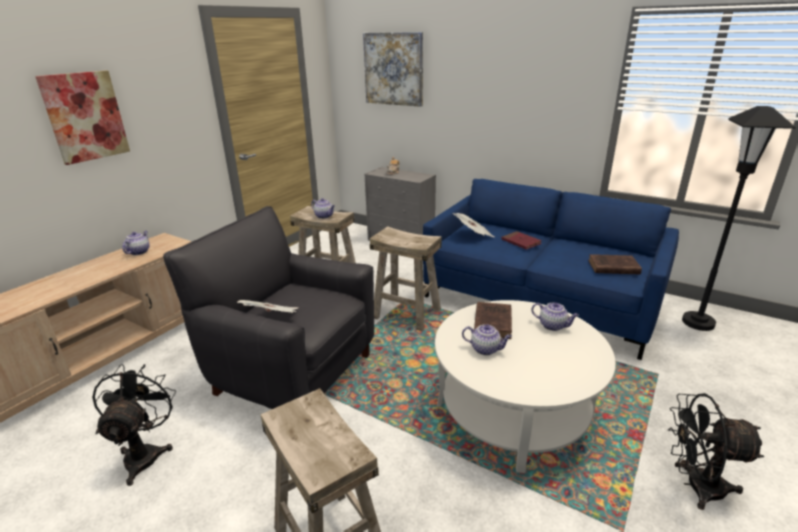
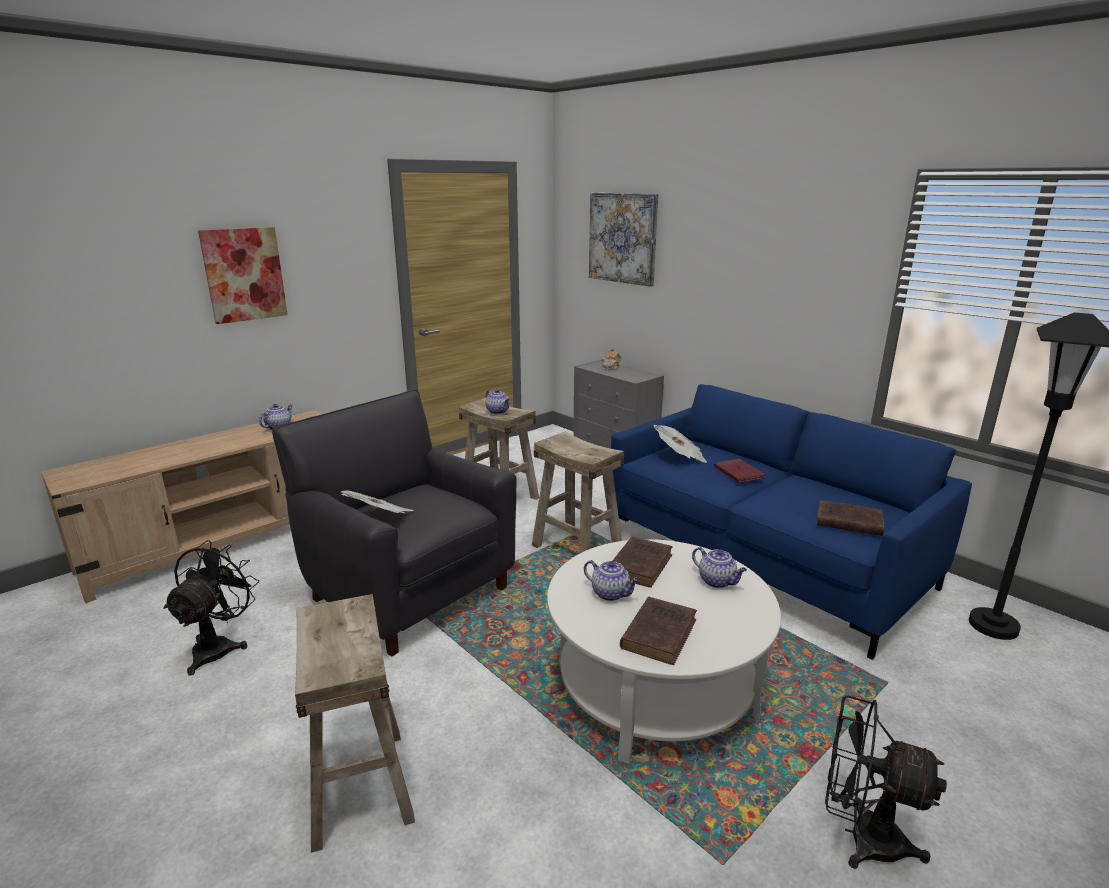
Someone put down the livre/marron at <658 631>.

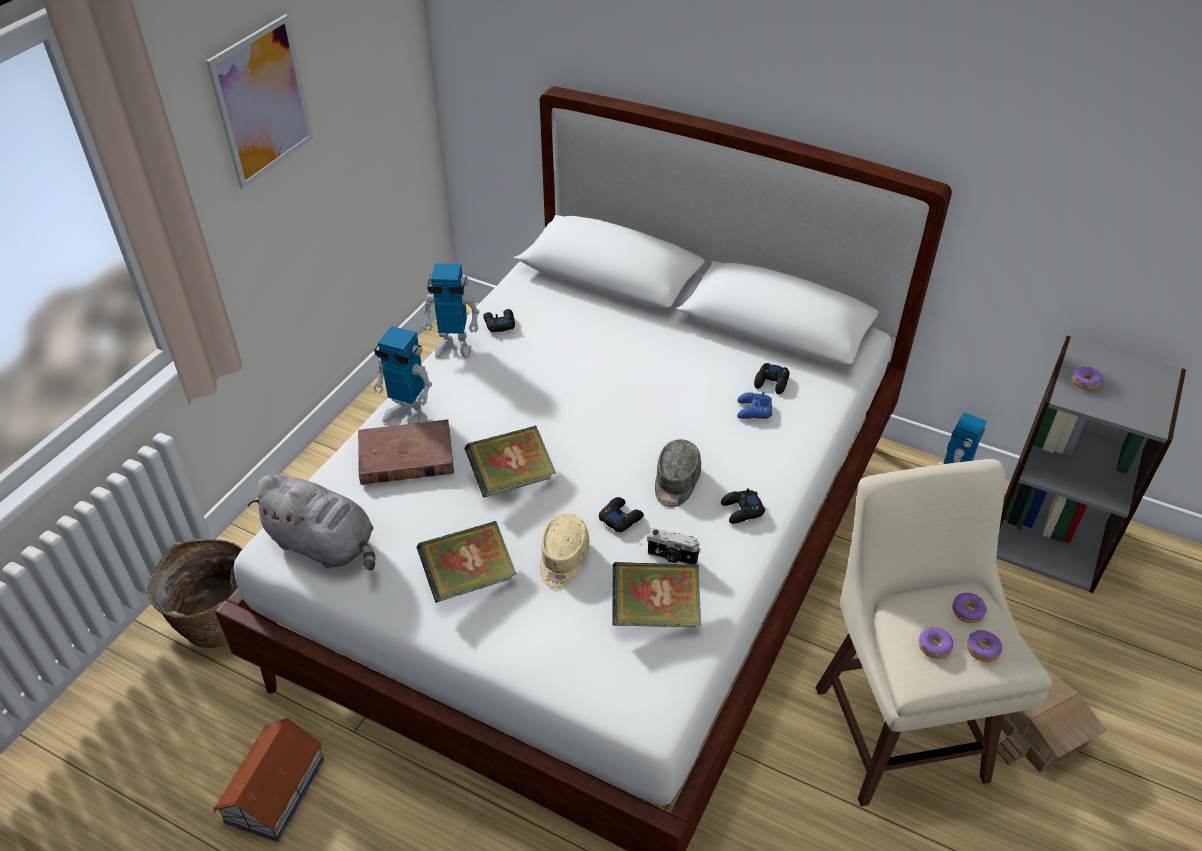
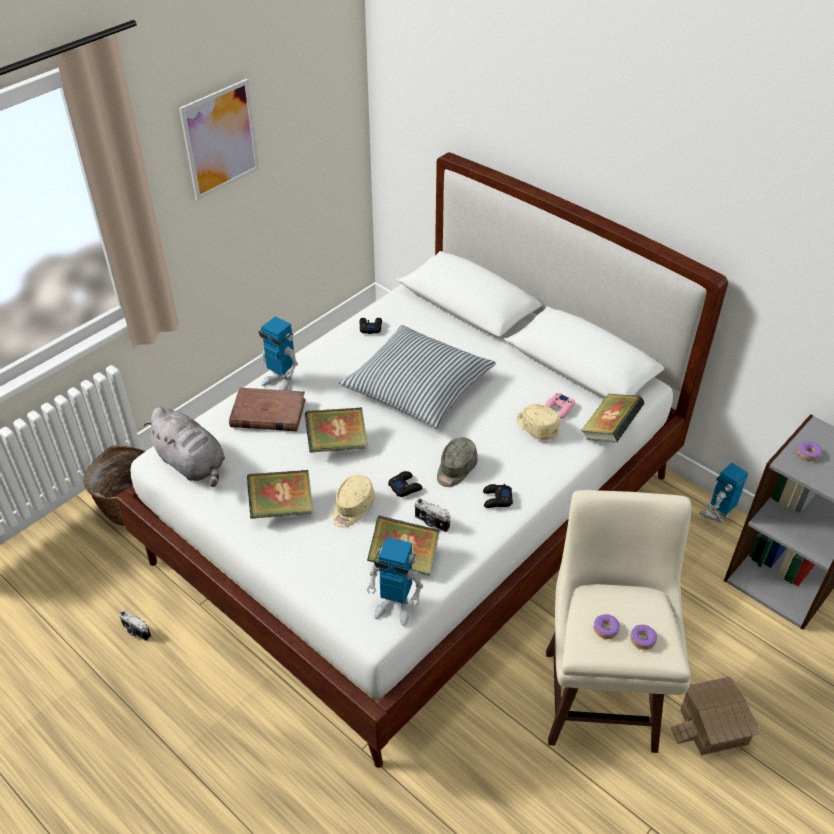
Someone swapped the maison miniature at <268 780> for the appareil photo at <135 625>.
Someone put down the coussin at <417 376>.
Someone carried the robot jouet from <451 311> to <395 581>.
Someone swapped the manette/bleu at <754 405> for the casquette/beige at <538 422>.
Someone repainted the manette/noir at <772 378>, which became the manette/rose at <560 406>.
Someone put down the livre at <613 418>.
Someone took away the beignet at <969 607>.

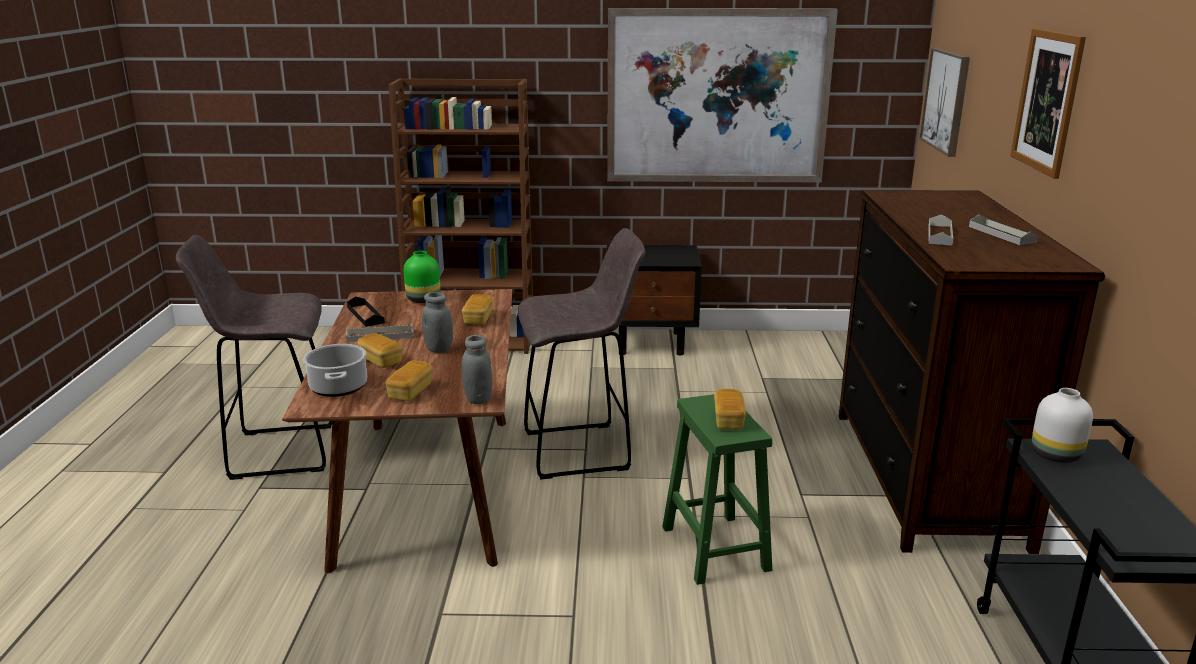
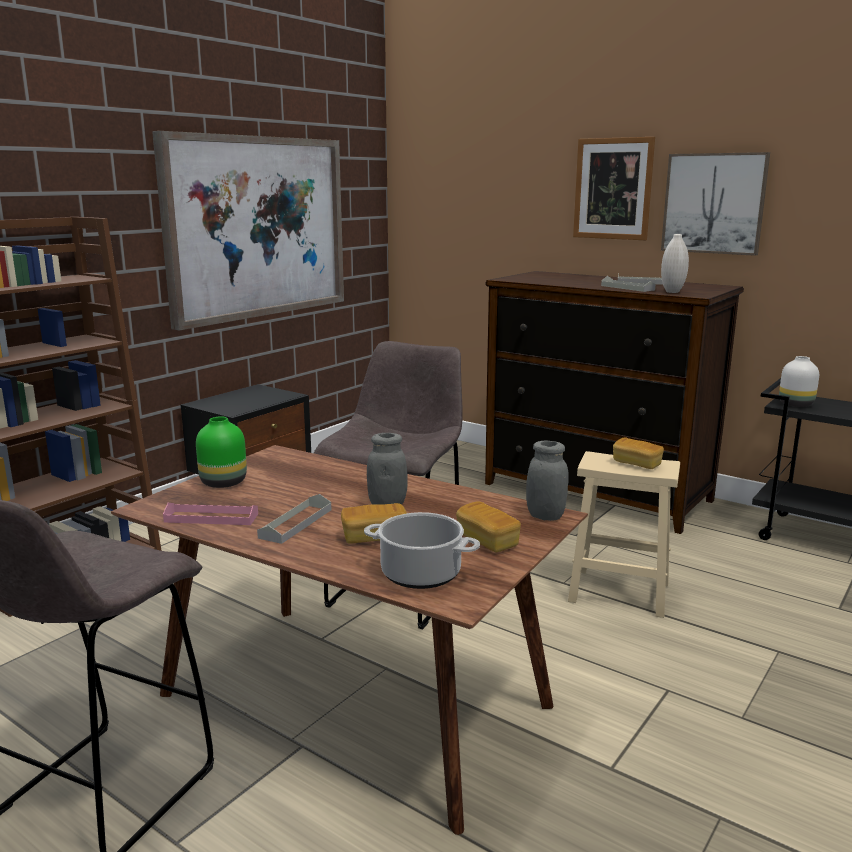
Someone repainted the plateau/noir at <366 311>, which became the plateau/rose at <210 514>.
Someone repainted the tabouret/vert at <717 489>, which became the tabouret/beige at <624 534>.
Someone carried the tableau from <944 102> to <715 204>.
Someone put down the vase/blanc at <675 263>.
Someone took away the pain at <477 309>.

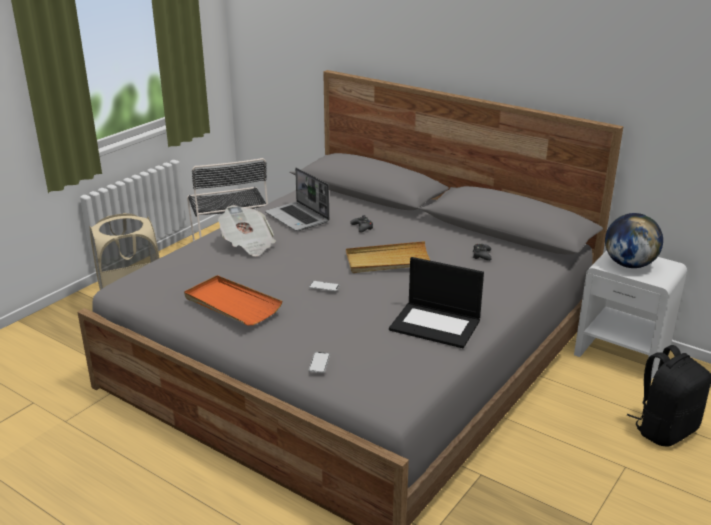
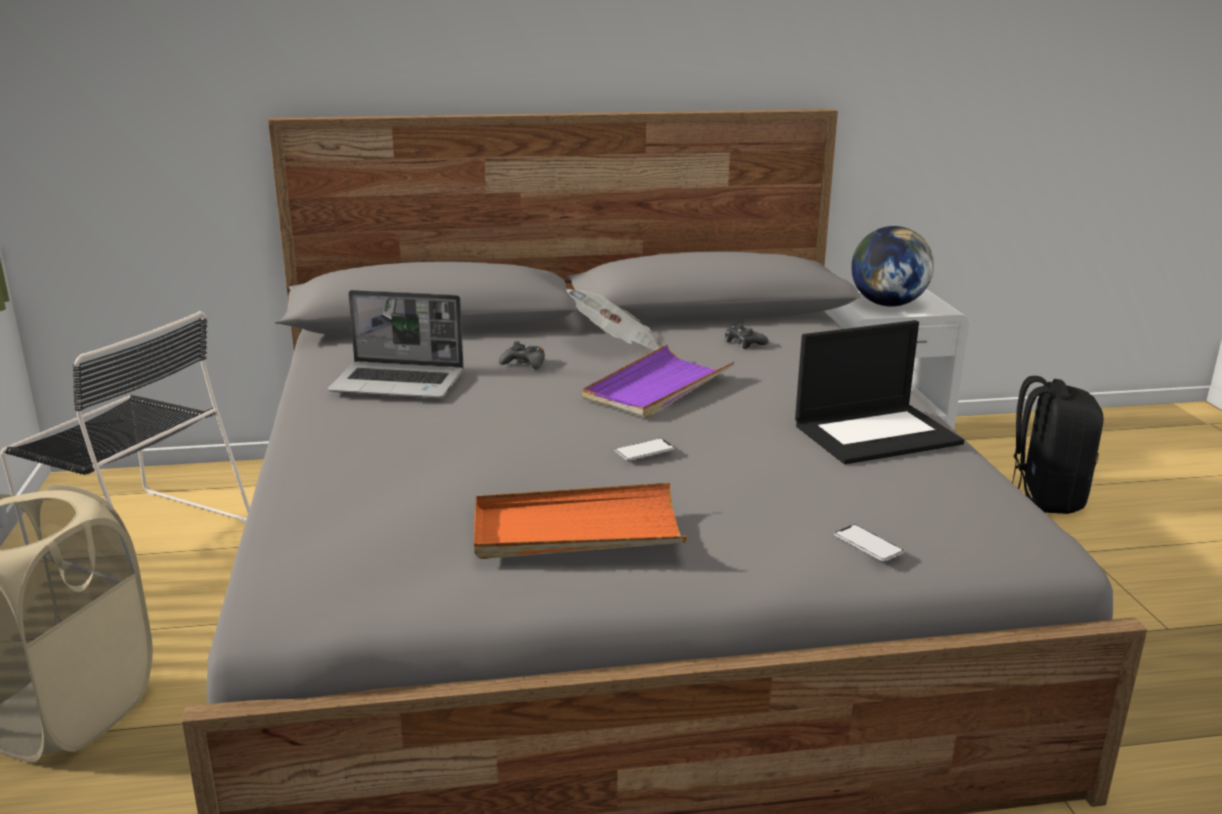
Someone carried the journal from <247 231> to <613 319>.
Someone repainted the plateau/beige at <388 257>, which became the plateau/violet at <658 381>.

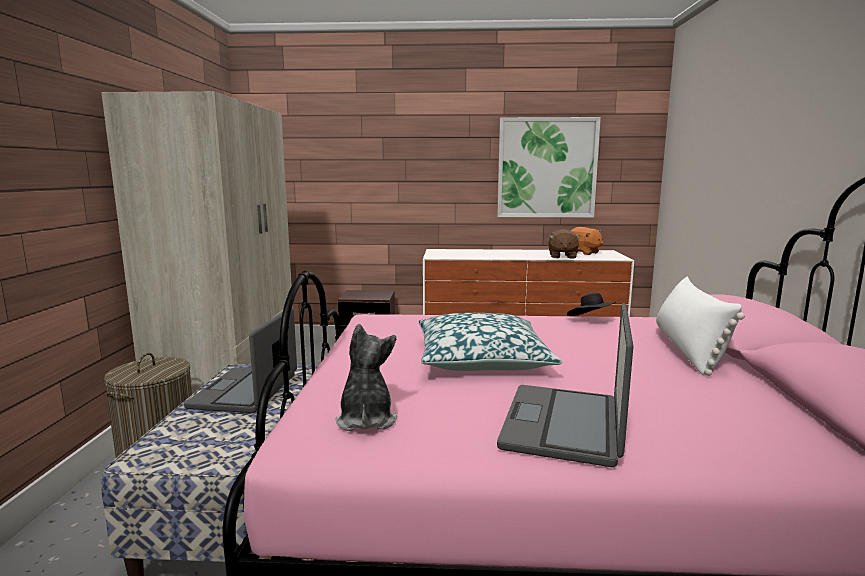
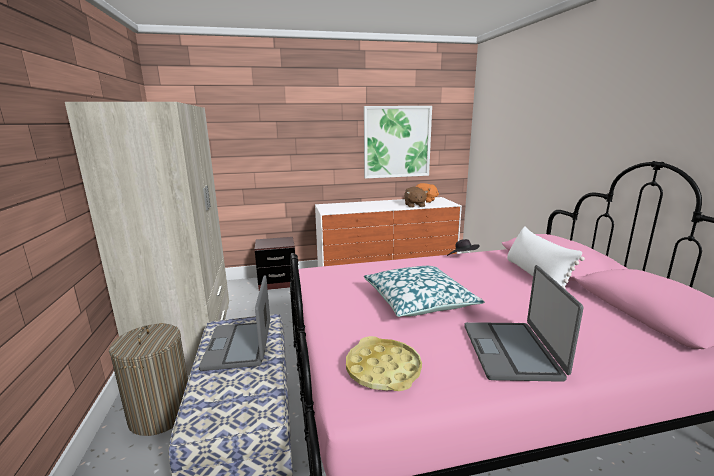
Someone swapped the peluche at <366 377> for the plateau/jaune at <384 363>.

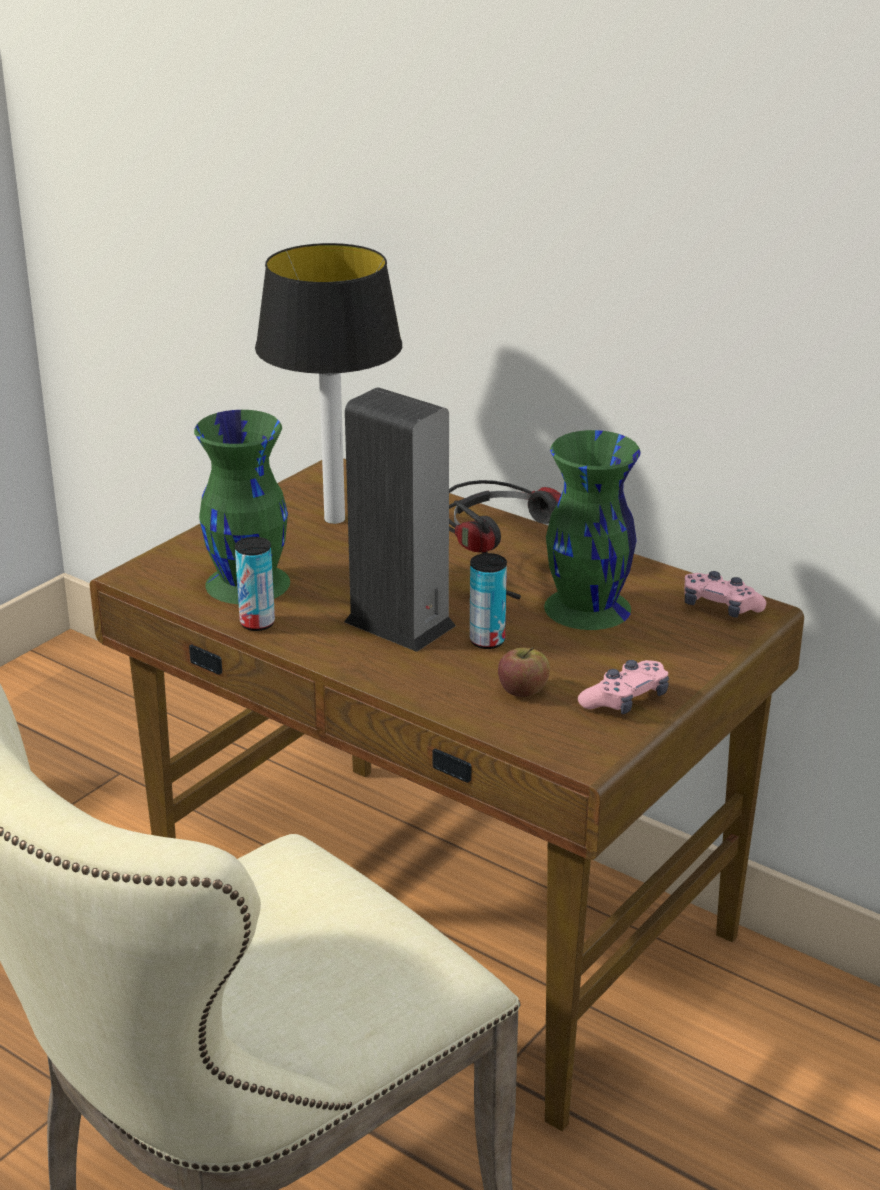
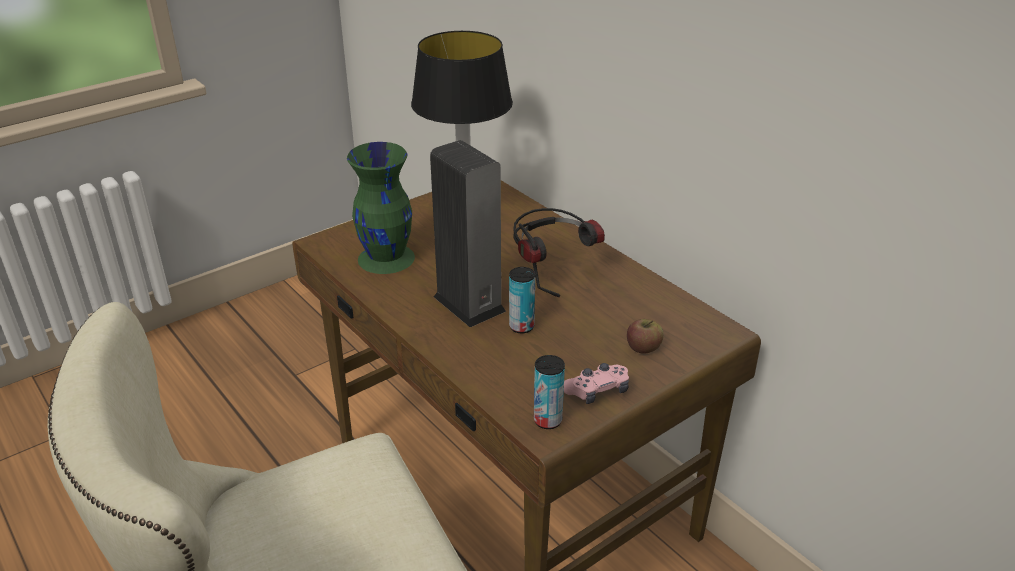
Someone carried the boîte métallique from <255 584> to <549 392>.
Someone carried the pomme from <524 672> to <645 336>.
Someone took away the vase/vert at <592 530>.
Someone took away the manette/rose at <725 594>.

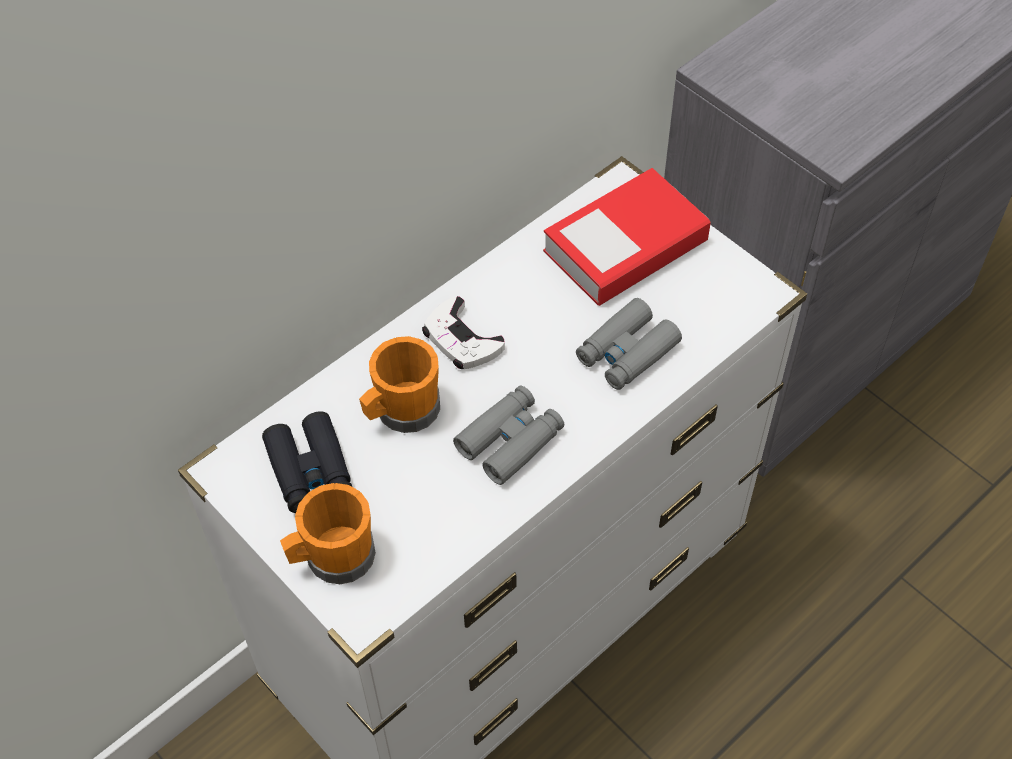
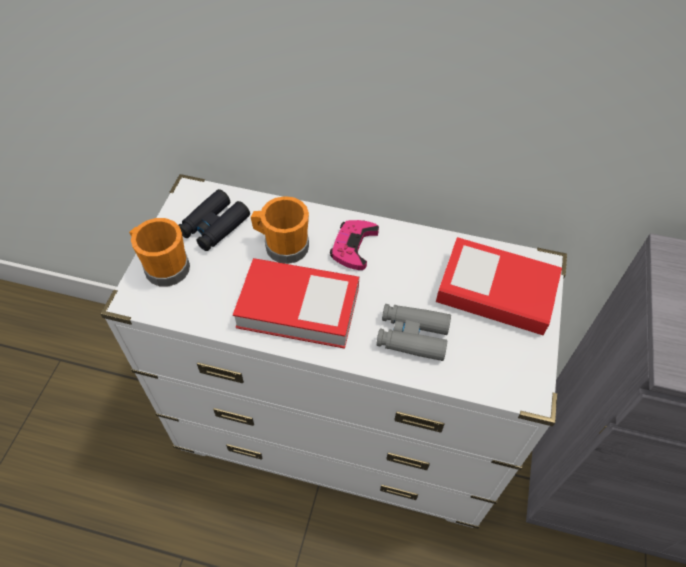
Someone swapped the jumelles/gris at <508 435> for the livre at <296 303>.
Someone repainted the manette/blanc at <463 332>, which became the manette/rose at <354 245>.

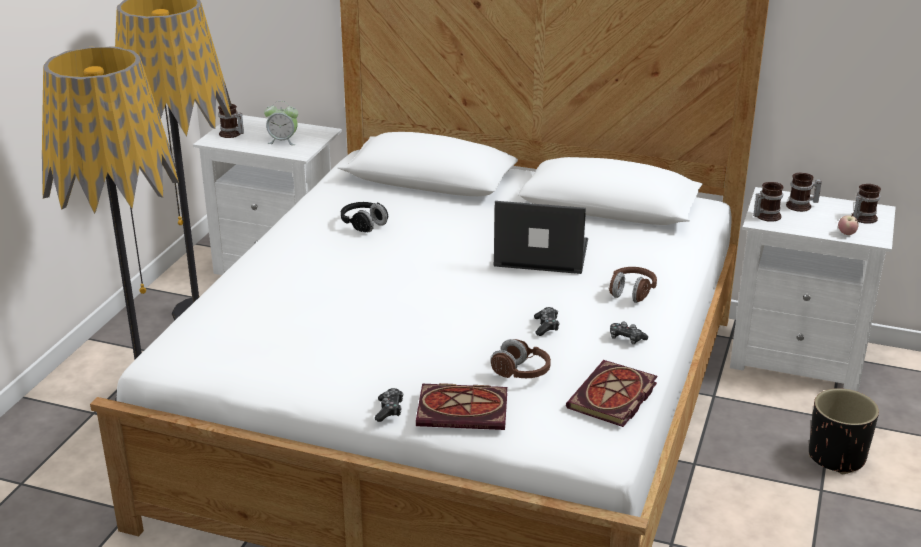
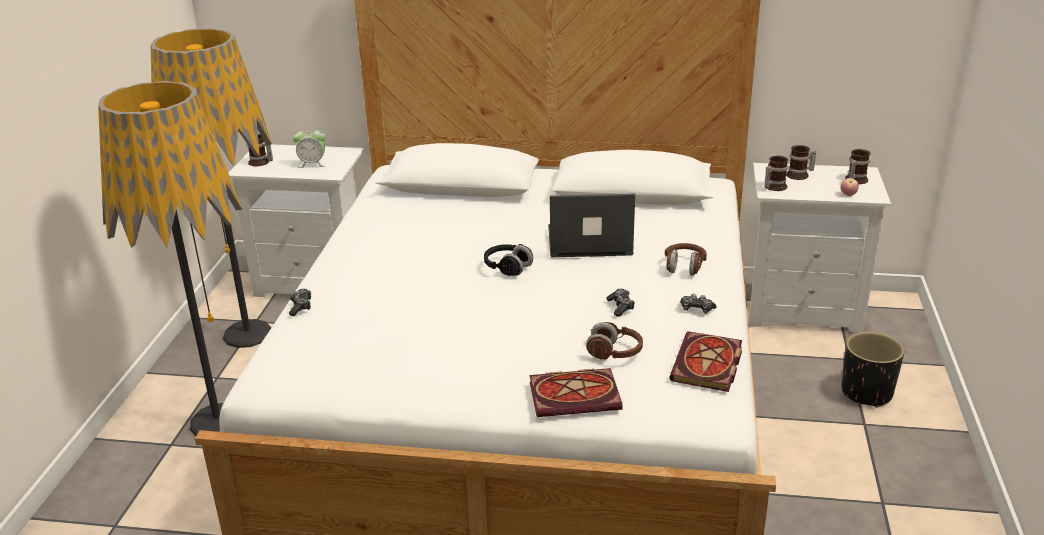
Someone carried the manette from <389 405> to <300 302>.
Someone carried the casque audio/noir from <364 217> to <508 260>.

